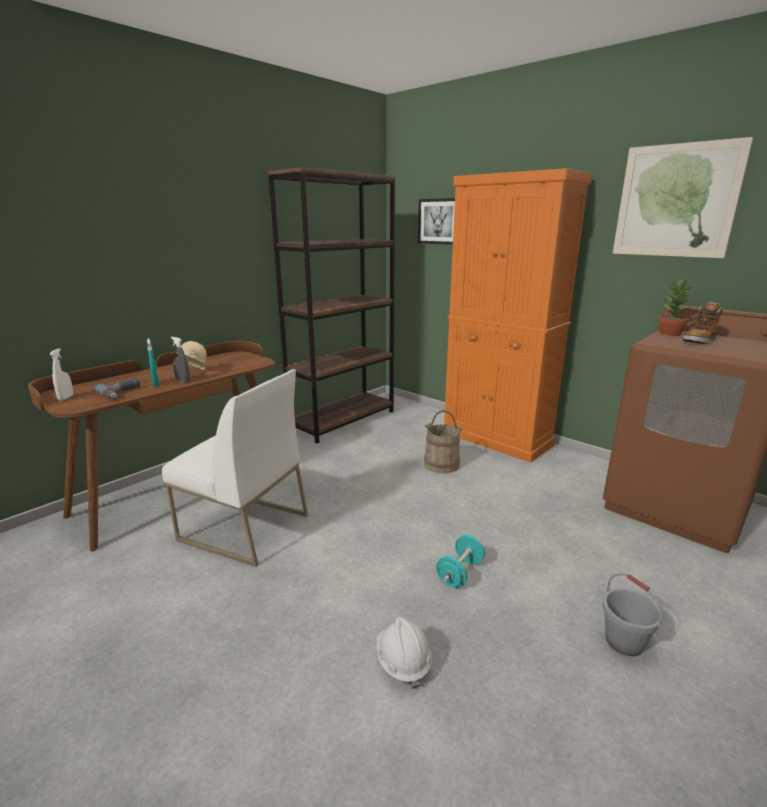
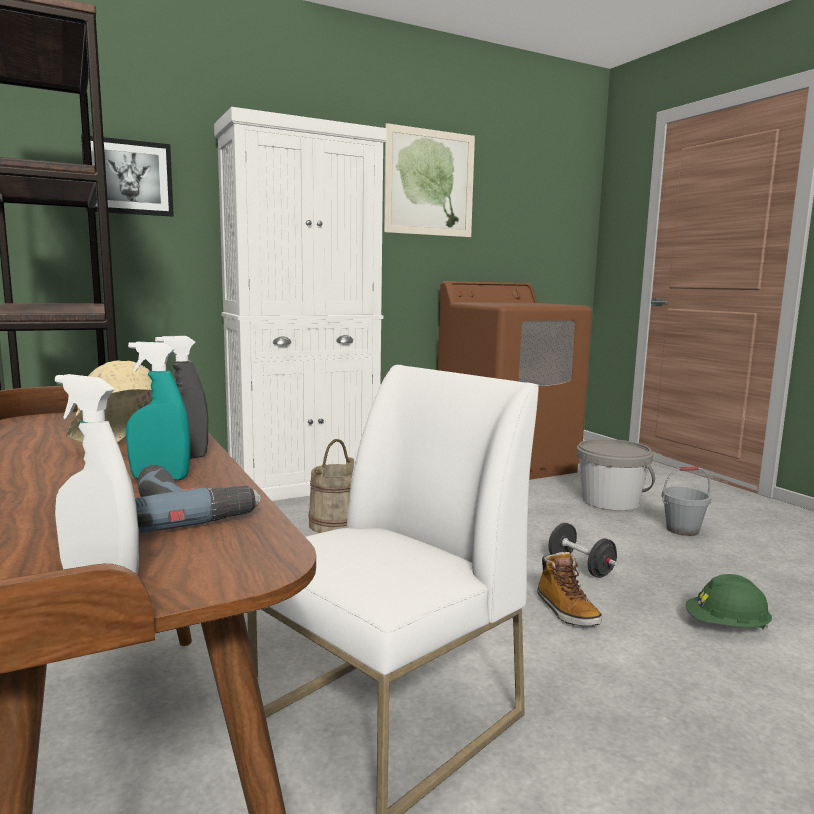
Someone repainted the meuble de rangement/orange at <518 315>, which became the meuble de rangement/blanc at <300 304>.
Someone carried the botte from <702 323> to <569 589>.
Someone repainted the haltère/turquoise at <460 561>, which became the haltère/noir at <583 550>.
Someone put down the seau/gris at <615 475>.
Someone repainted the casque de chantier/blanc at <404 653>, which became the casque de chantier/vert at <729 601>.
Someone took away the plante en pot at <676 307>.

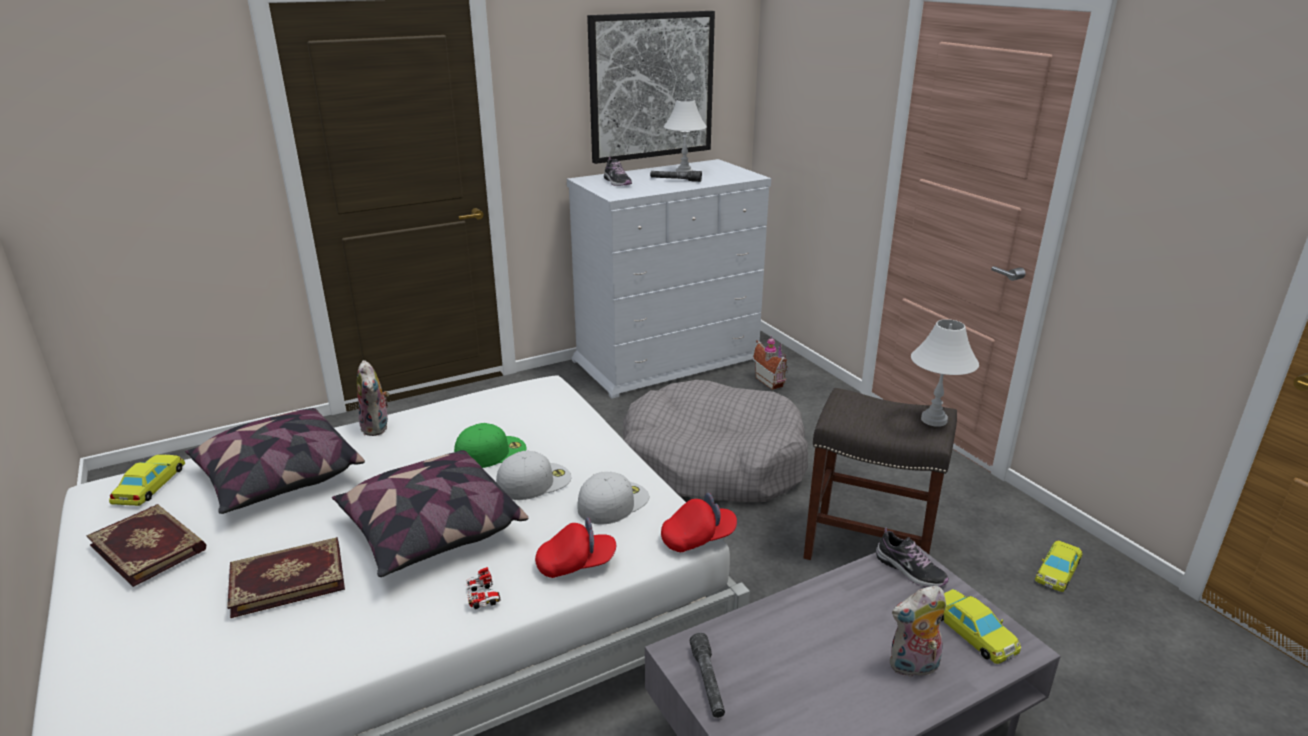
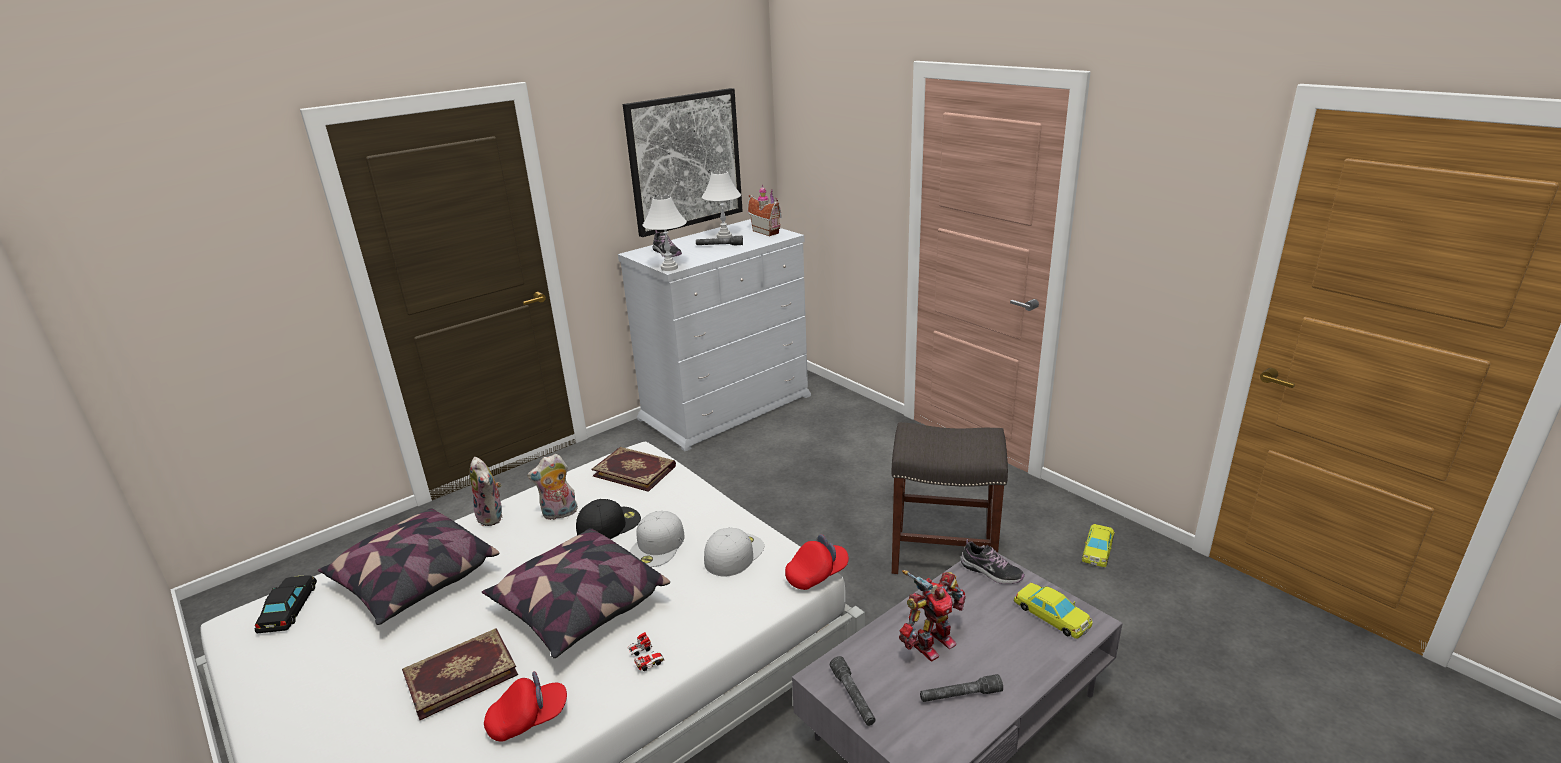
Someone repainted the petite voiture/jaune at <147 480>, which became the petite voiture/noir at <286 604>.
Someone carried the casquette/rouge from <575 547> to <525 706>.
Someone carried the peluche from <918 631> to <552 487>.
Someone repainted the casquette/vert at <490 445>, which became the casquette/noir at <608 519>.
Someone carried the livre from <146 545> to <634 469>.
Someone rotated the casquette/blanc at <533 475> by 150 degrees clockwise.
Someone carried the lampe de table/blanc from <945 373> to <665 233>.
Someone carried the maison miniature from <770 363> to <765 210>.
Someone put down the robot jouet at <932 616>.
Someone put down the lampe de poche/gris at <961 688>.
Someone took away the panier pour chien/gris at <715 441>.

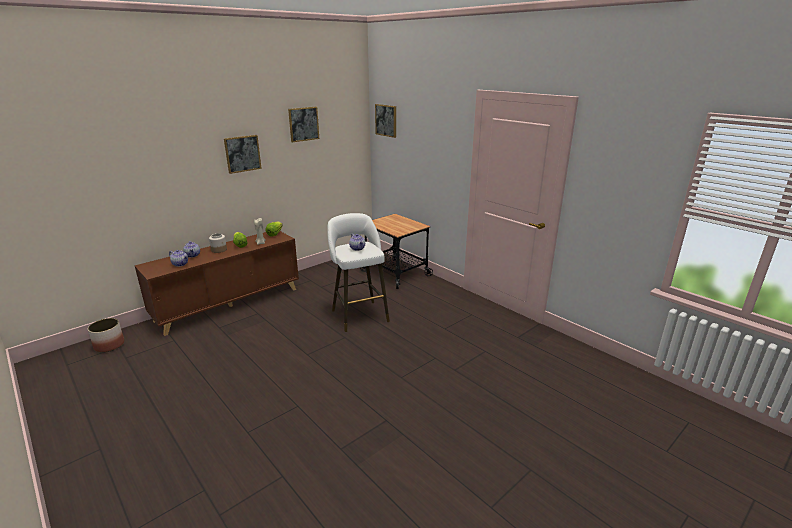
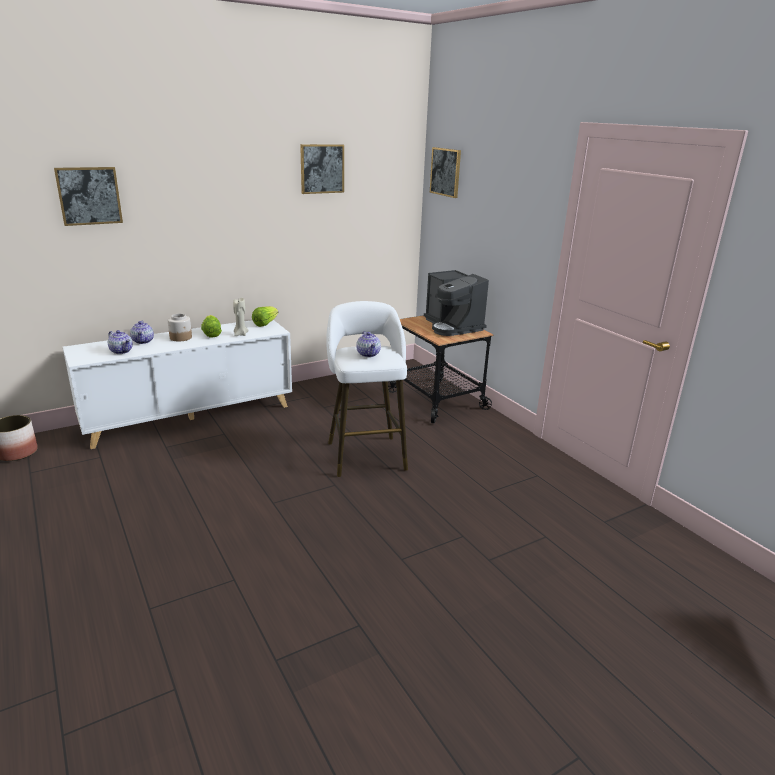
Someone carried the tableau from <243 154> to <88 196>.
Someone repainted the meuble de rangement/marron at <217 283>, which became the meuble de rangement/blanc at <177 384>.
Someone put down the machine à café at <456 303>.

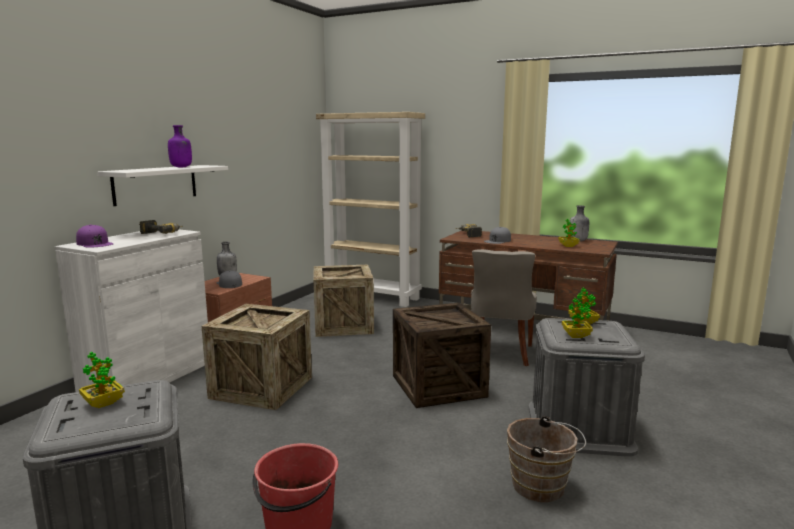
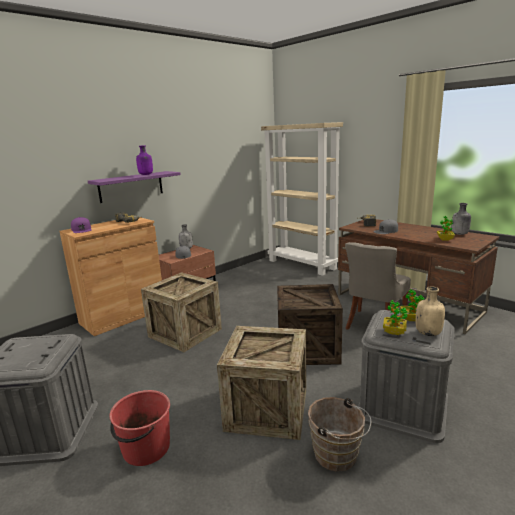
Someone repainted the meuble de rangement/blanc at <131 310>, which became the meuble de rangement/marron at <110 277>.
Someone repainted the étagère/blanc at <162 185>, which became the étagère/violet at <134 187>.
Someone carried the caisse from <344 301> to <261 383>.
Someone put down the bouteille/beige at <430 311>.
Someone took away the plante en pot at <102 380>.

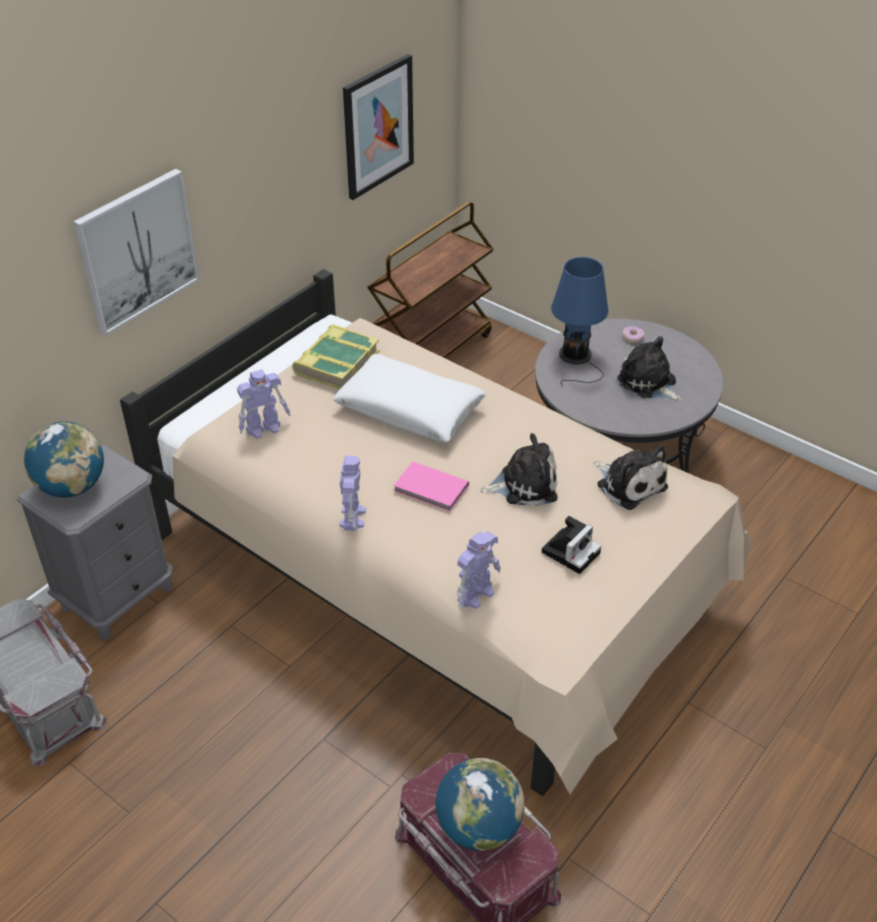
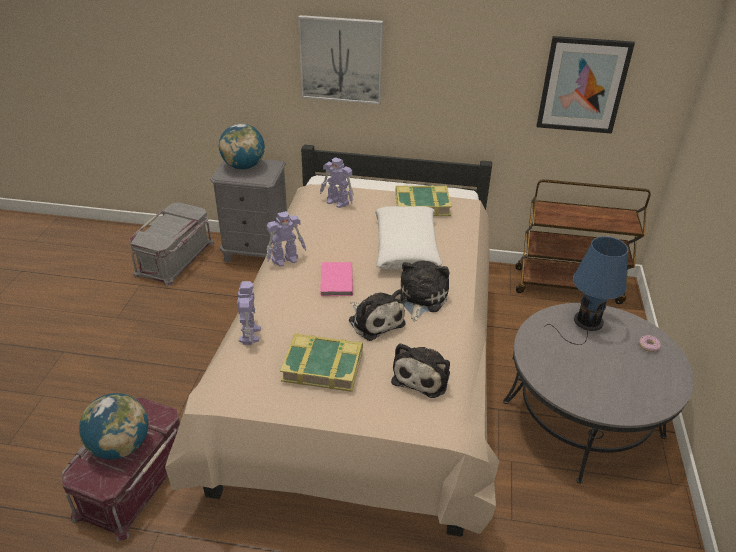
Someone rotated the robot jouet at <479 570> by 105 degrees counterclockwise.
Someone swapped the appareil photo at <571 545> for the livre at <321 362>.
Someone carried the peluche from <649 368> to <425 291>.

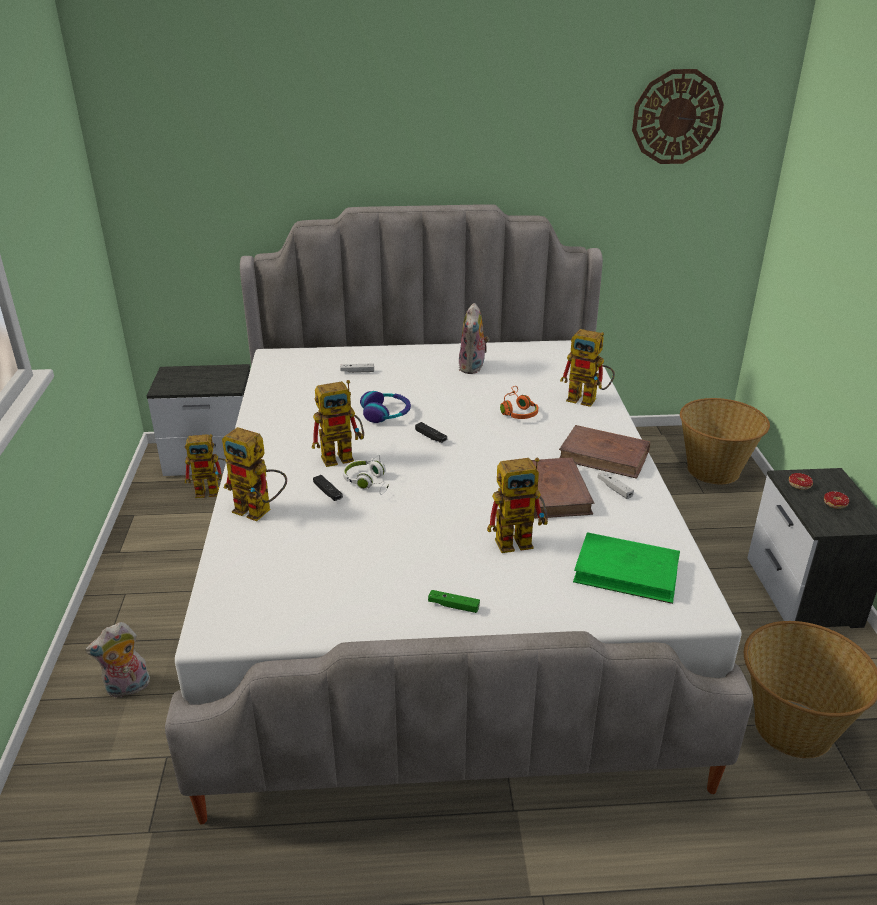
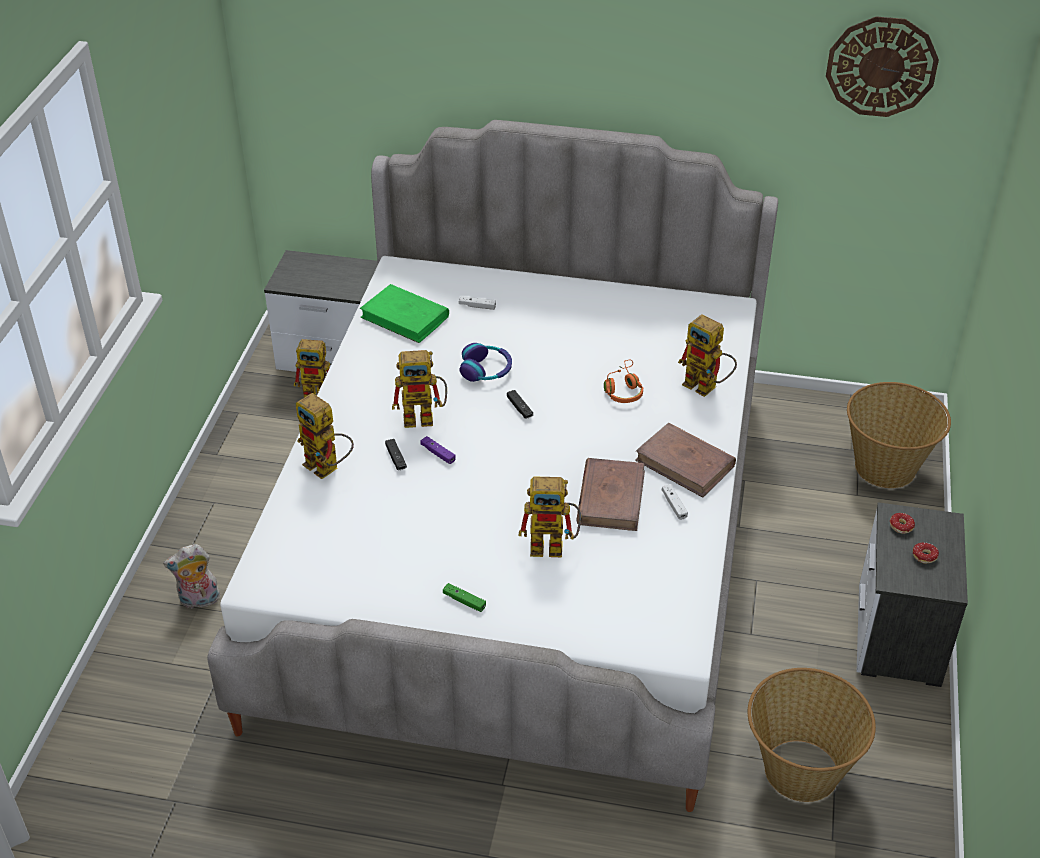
Someone carried the livre/vert from <626 568> to <404 313>.
Someone swapped the casque audio/blanc at <366 475> for the manette/violet at <438 450>.
Someone took away the peluche at <474 338>.

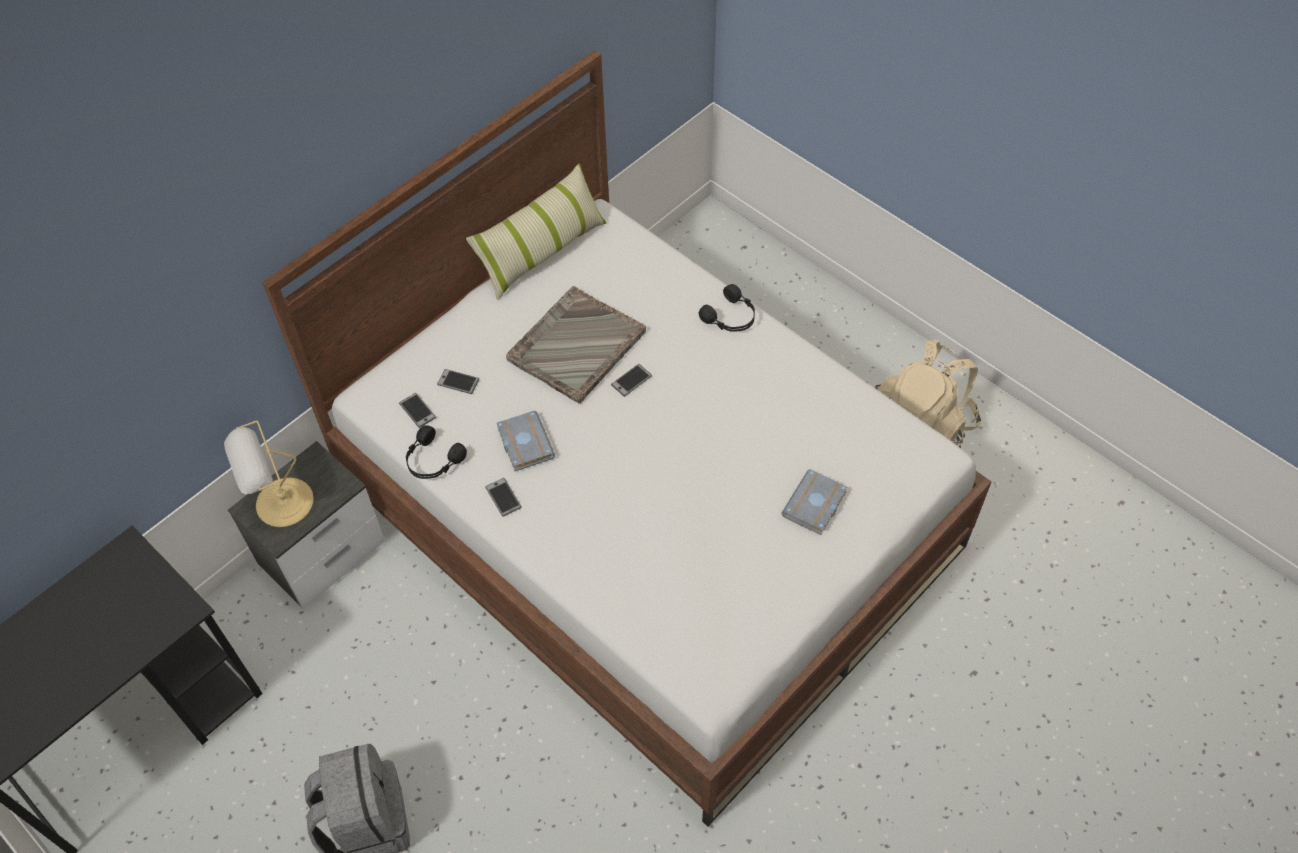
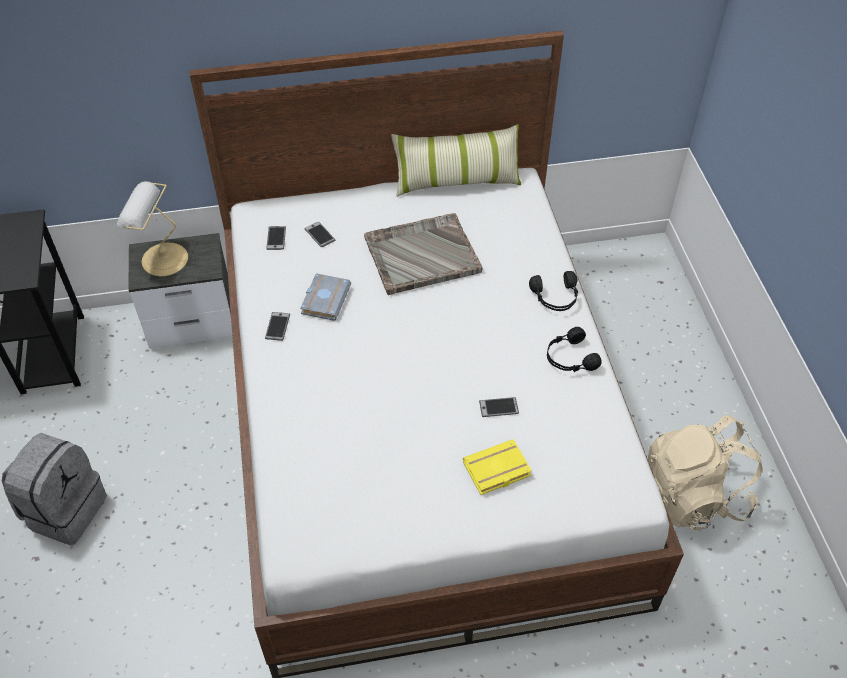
Someone repainted the livre/gris at <814 502>, which became the livre/jaune at <497 467>.
Someone carried the téléphone from <631 380> to <499 407>.
Someone carried the casque audio/noir from <436 452> to <574 349>.

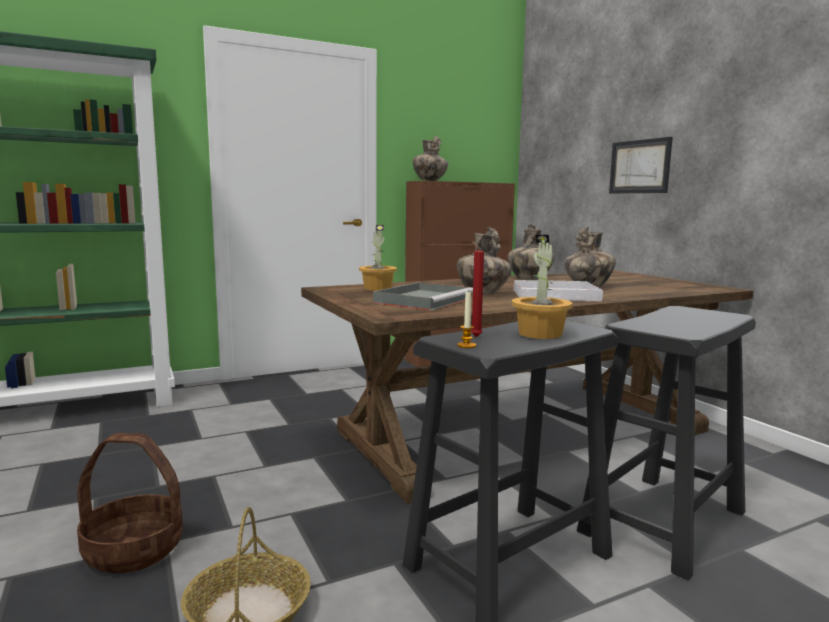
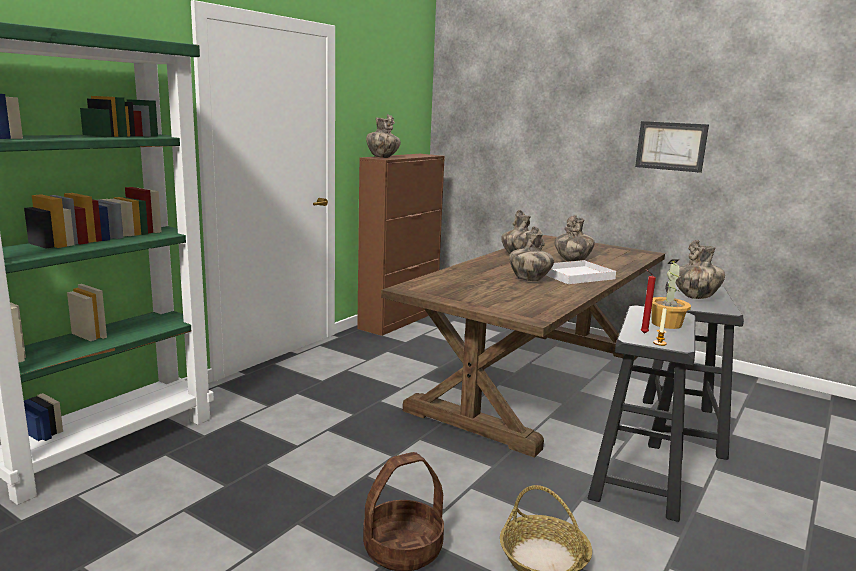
Someone carried the tableau from <641 165> to <672 147>.
Someone put down the vase at <700 269>.
Someone took away the plante en pot at <378 258>.
Someone took away the plateau/gris at <423 296>.

